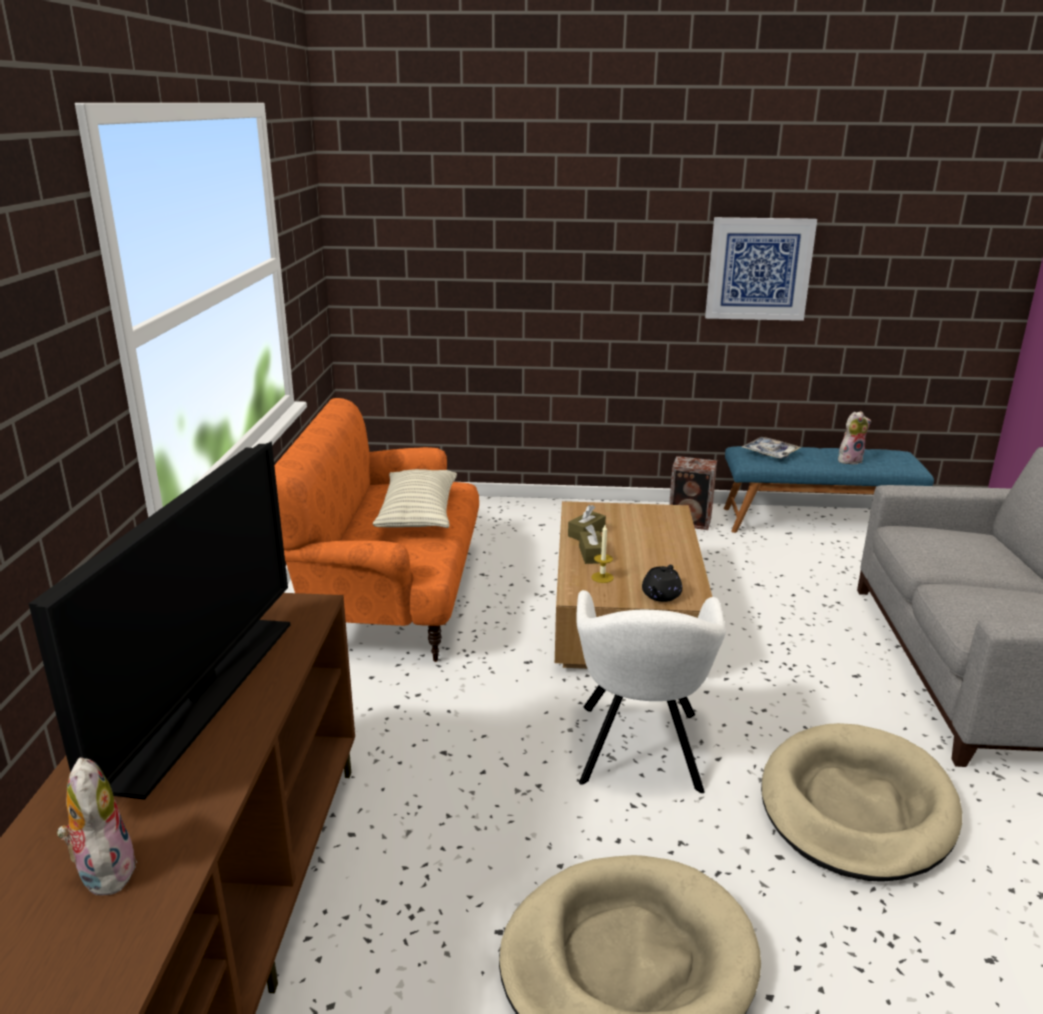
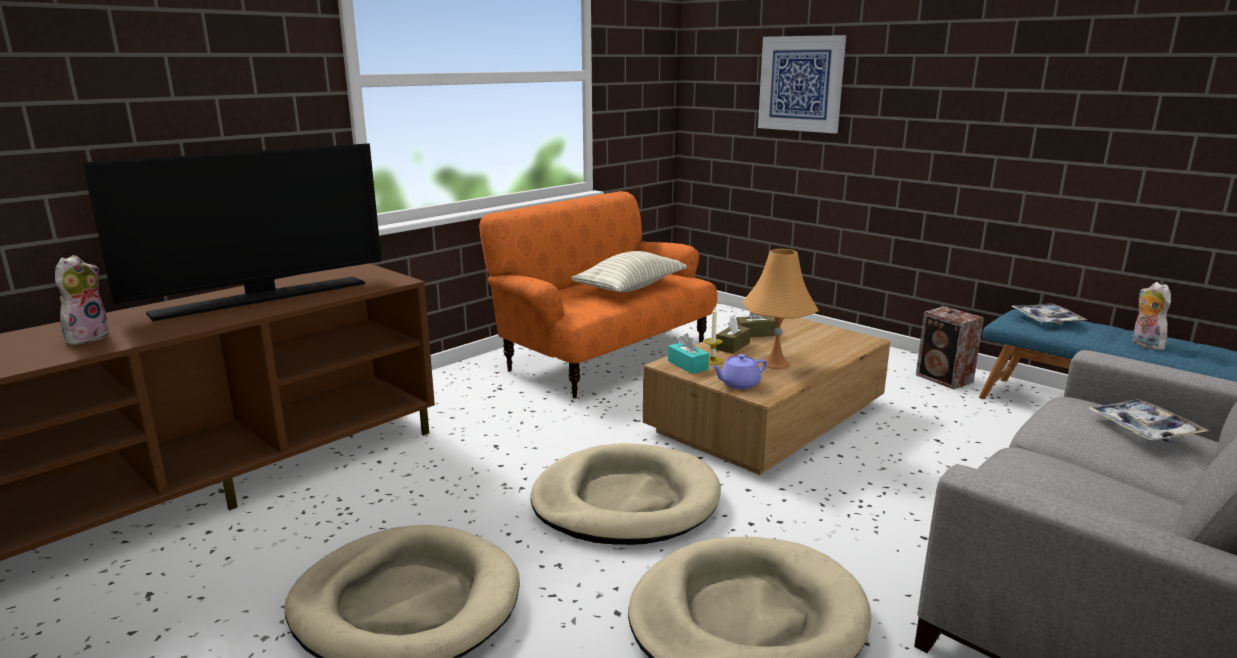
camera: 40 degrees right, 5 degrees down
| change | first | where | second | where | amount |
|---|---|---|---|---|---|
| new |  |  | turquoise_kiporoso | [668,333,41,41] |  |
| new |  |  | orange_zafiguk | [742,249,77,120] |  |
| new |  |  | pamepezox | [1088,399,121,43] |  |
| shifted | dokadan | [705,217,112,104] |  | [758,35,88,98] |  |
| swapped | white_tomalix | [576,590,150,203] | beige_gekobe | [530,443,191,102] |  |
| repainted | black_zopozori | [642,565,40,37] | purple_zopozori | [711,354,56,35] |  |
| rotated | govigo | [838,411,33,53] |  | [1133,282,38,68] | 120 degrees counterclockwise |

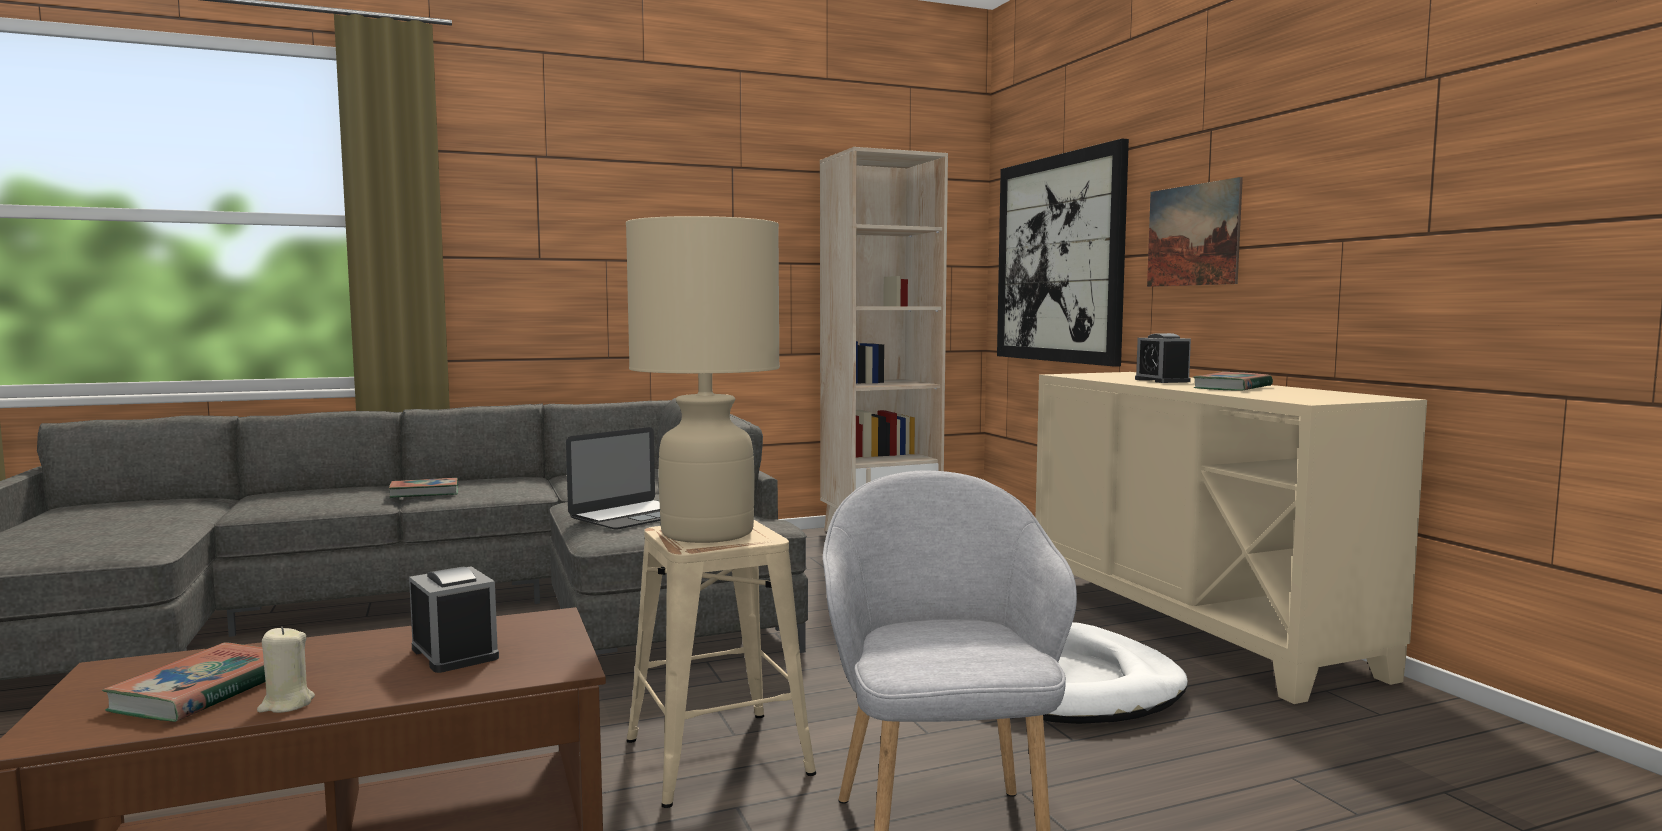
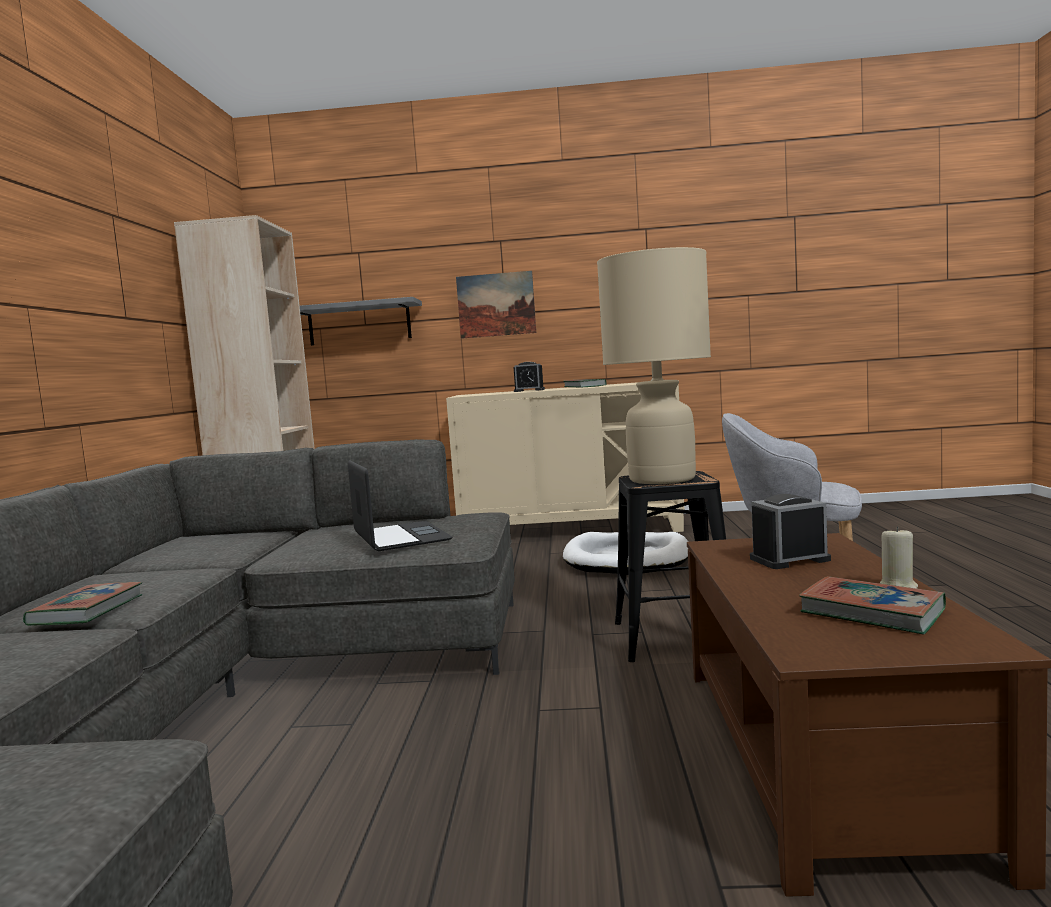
camera: 65 degrees left, 0 degrees up
| change | first | where | second | where | amount |
|---|---|---|---|---|---|
| swapped | dokadan | [997,139,132,228] | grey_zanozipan | [300,297,122,49] |  |
| repainted | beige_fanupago | [627,520,189,288] | black_fanupago | [615,471,111,191] |  |

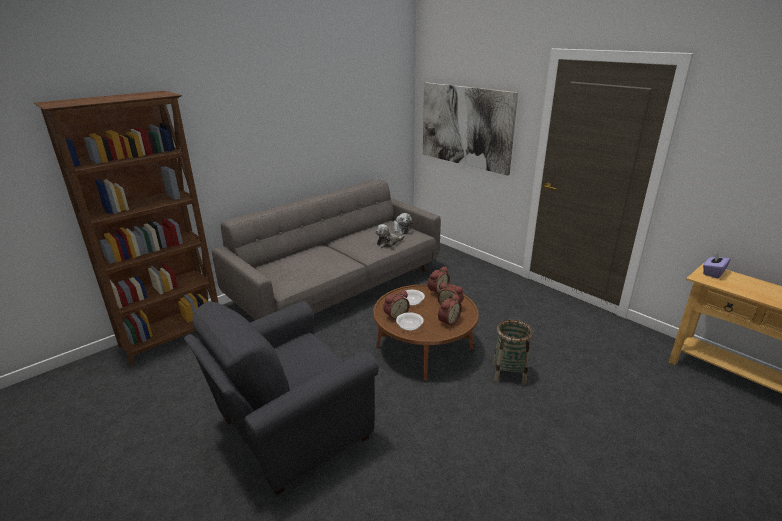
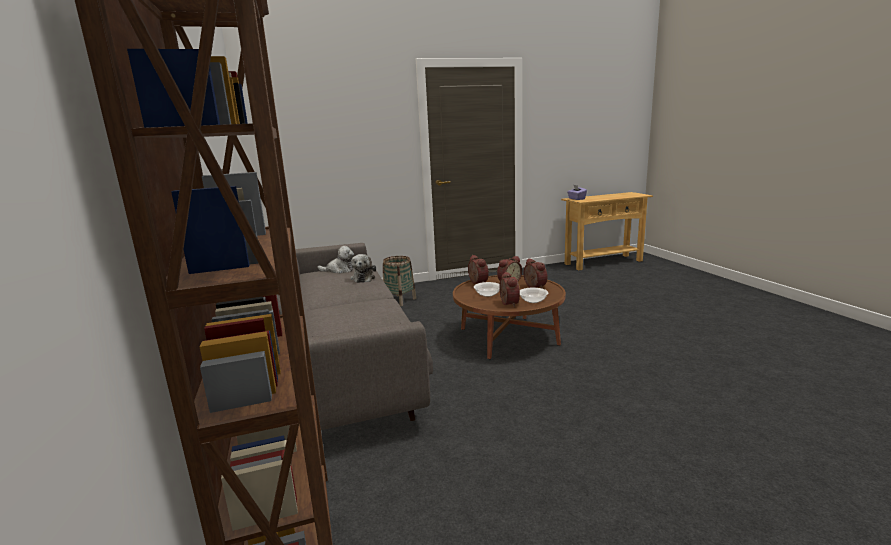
camera: 65 degrees left, 10 degrees down
| change | first | where | second | where | amount |
|---|---|---|---|---|---|
| gone | grey_tomalix | [184,301,195,194] |  |  |  |
| gone | dokadan | [423,82,95,94] |  |  |  |
| shifted | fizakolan | [493,319,40,66] |  | [383,256,33,50] |  |

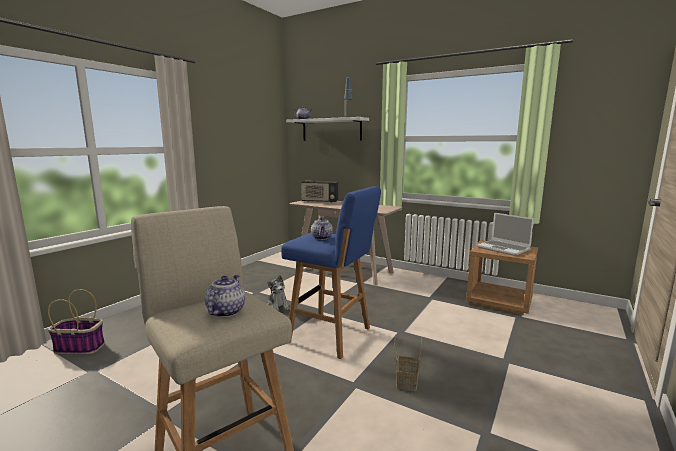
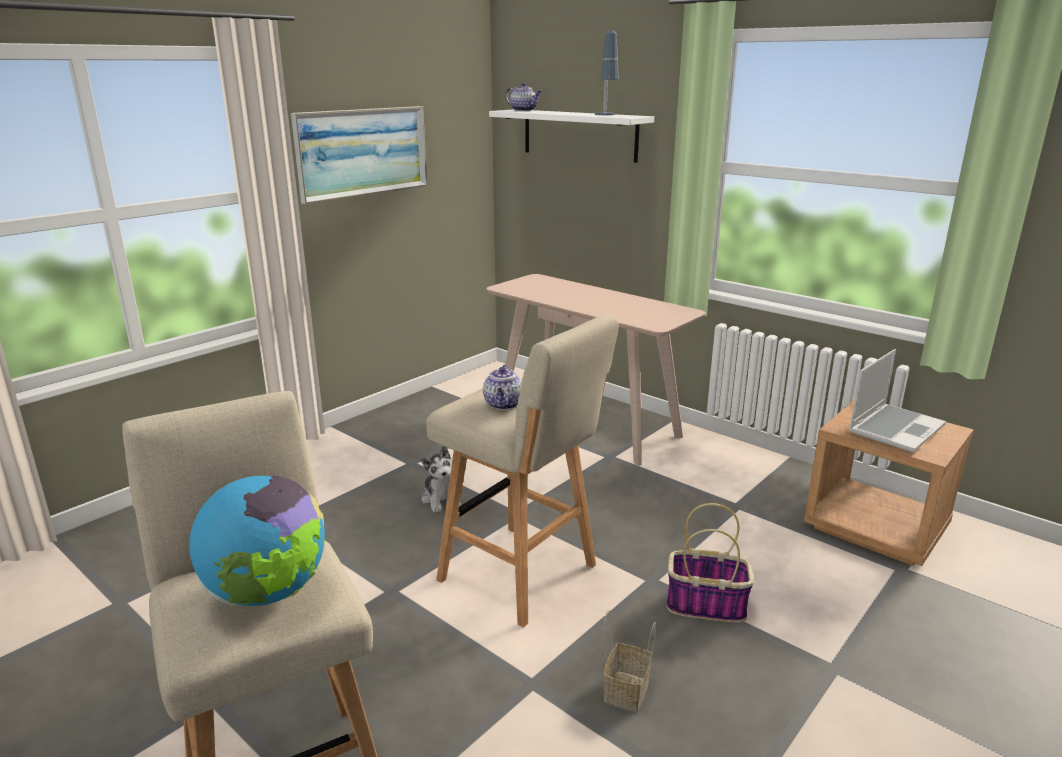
camera: 10 degrees right, 10 degrees up
| change | first | where | second | where | amount |
|---|---|---|---|---|---|
| gone | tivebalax | [301,181,38,22] |  |  |  |
| new |  |  | dokadan | [291,106,136,98] |  |
| shifted | fizakolan | [48,289,57,65] |  | [667,503,87,120] |  |
| swapped | zopozori | [205,275,40,42] | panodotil | [189,475,136,131] |  |
| repainted | blue_fanupago | [281,186,100,173] | beige_fanupago | [426,314,193,313] |  |
| rotated | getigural | [477,213,57,43] |  | [849,349,97,104] | 105 degrees counterclockwise |

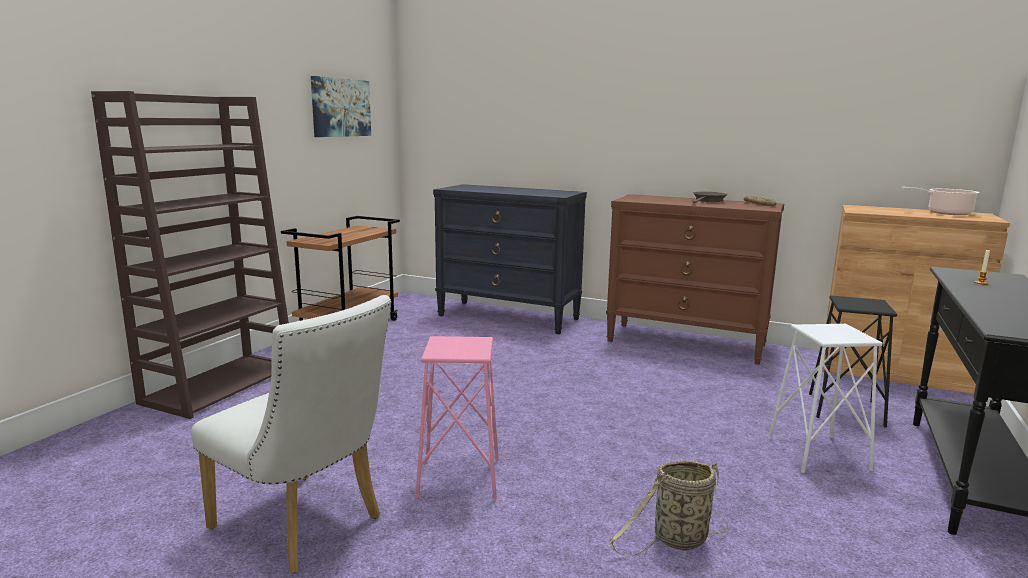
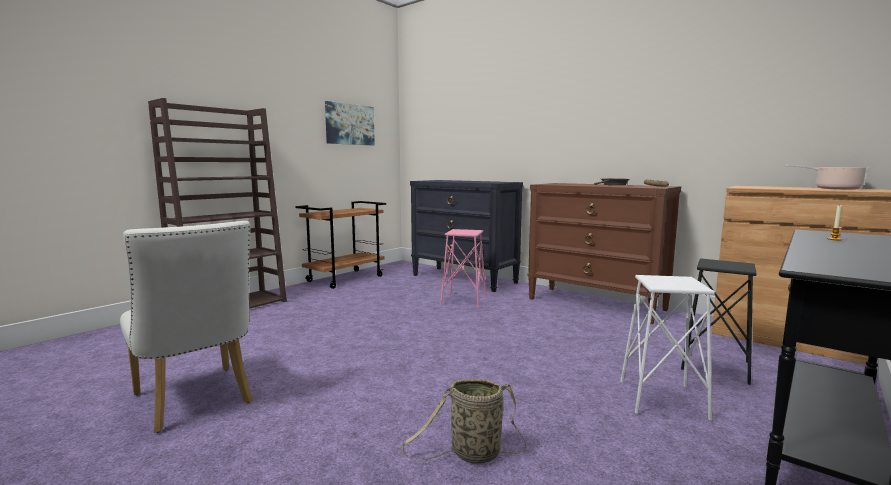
camera: 15 degrees right, 5 degrees down
| change | first | where | second | where | amount |
|---|---|---|---|---|---|
| shifted | pink_fanupago | [416,336,83,164] |  | [440,229,46,79] |  |

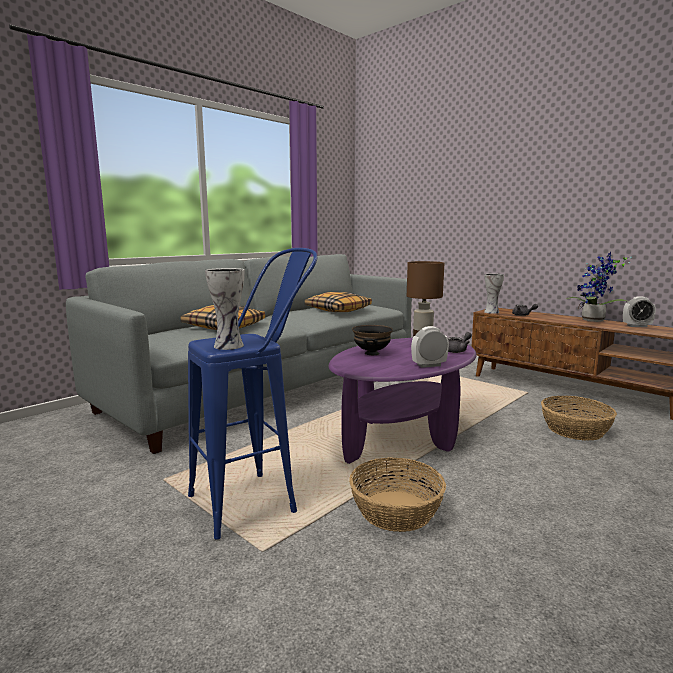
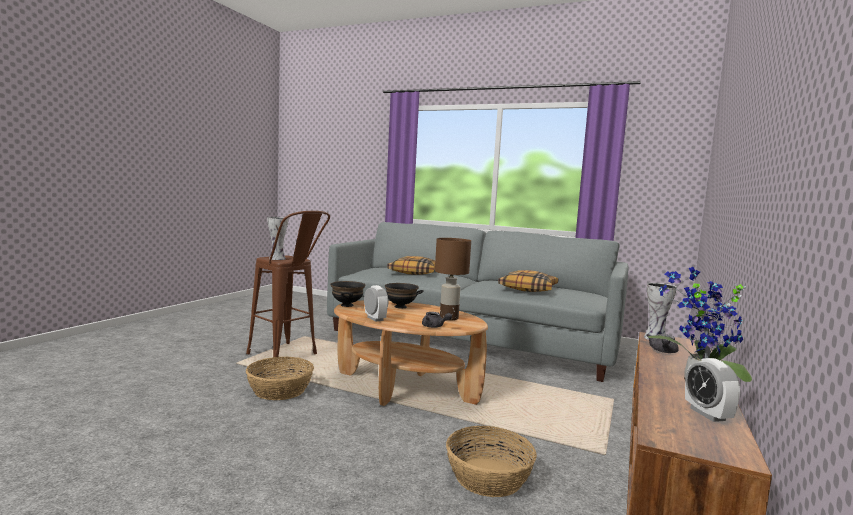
camera: 70 degrees right, 5 degrees down
| change | first | where | second | where | amount |
|---|---|---|---|---|---|
| new |  |  | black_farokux | [330,281,35,26] |  |
| repainted | blue_fanupago | [188,248,129,292] | brown_fanupago | [246,211,84,154] |  |
| repainted | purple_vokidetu | [329,338,147,126] | brown_vokidetu | [334,300,154,106] |  |

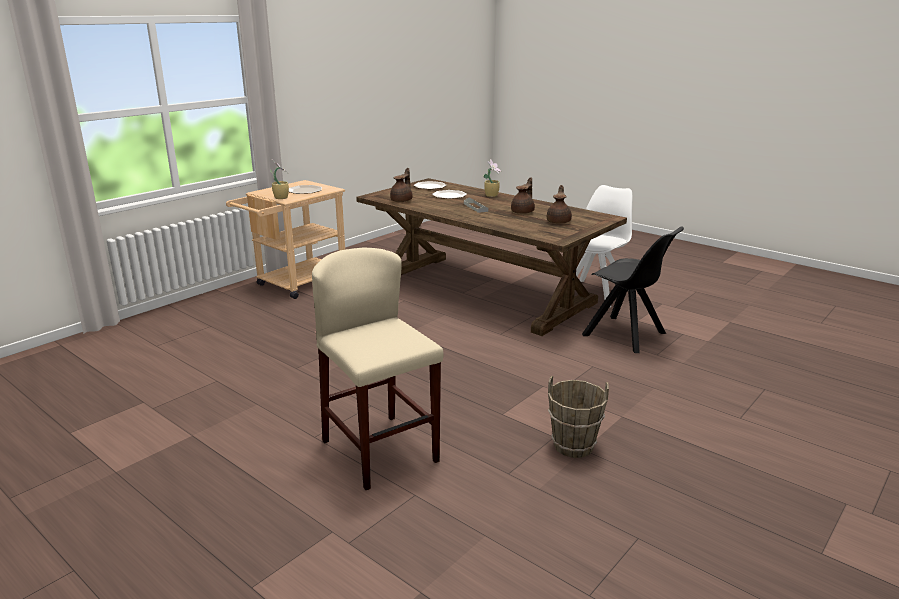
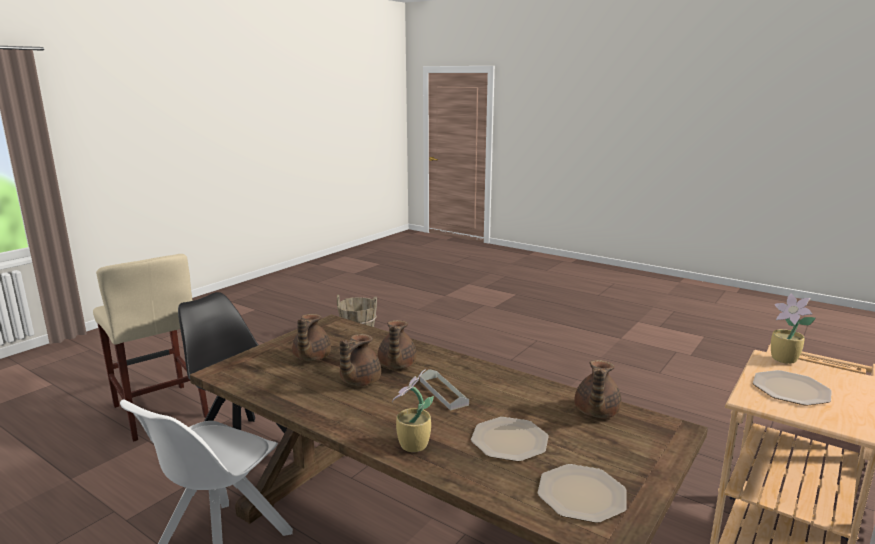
camera: 175 degrees right, 5 degrees down
| change | first | where | second | where | amount |
|---|---|---|---|---|---|
| new |  |  | brown_zopozori | [377,320,40,49] |  |
| shifted | beige_fanupago | [312,248,131,242] |  | [93,254,116,188] |  |

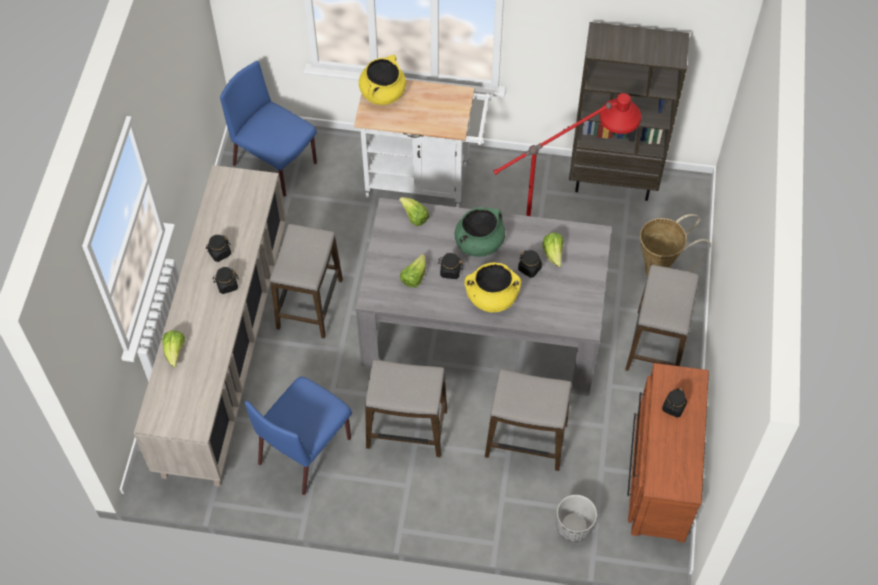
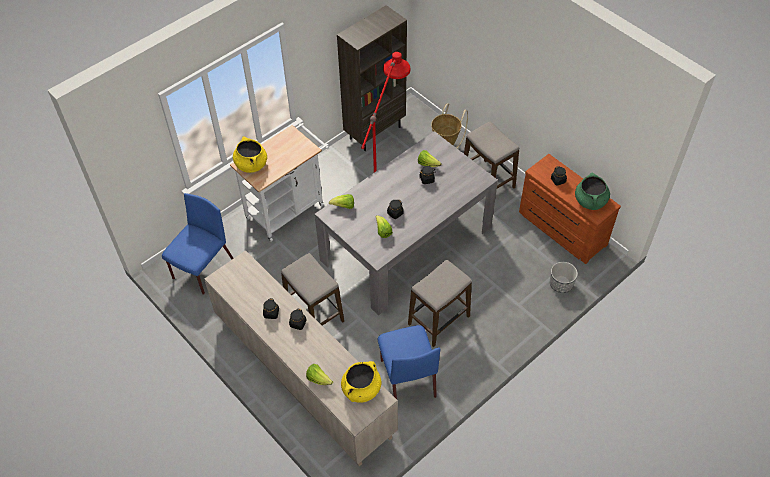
camera: 50 degrees left, 5 degrees down
| change | first | where | second | where | amount |
|---|---|---|---|---|---|
| gone | fanupago | [485,369,87,102] |  |  |  |
| shifted | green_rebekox | [455,207,50,50] |  | [575,173,35,37] |  |
| shifted | yellow_rebekox | [464,263,57,49] |  | [341,361,40,42] |  |
| rotated | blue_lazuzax | [220,61,97,136] |  | [162,193,71,102] | 135 degrees clockwise |

